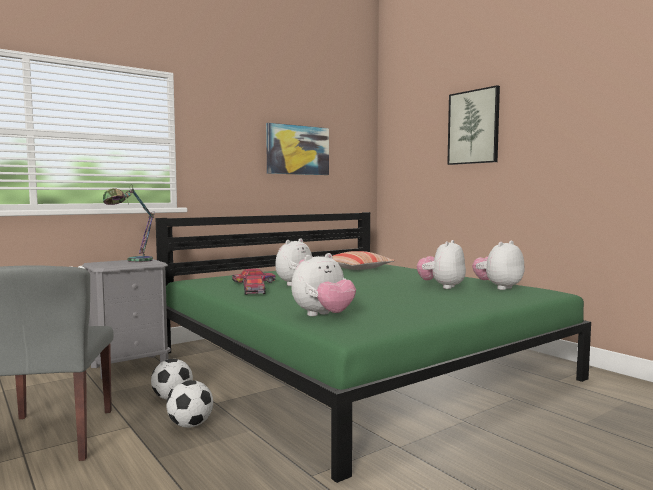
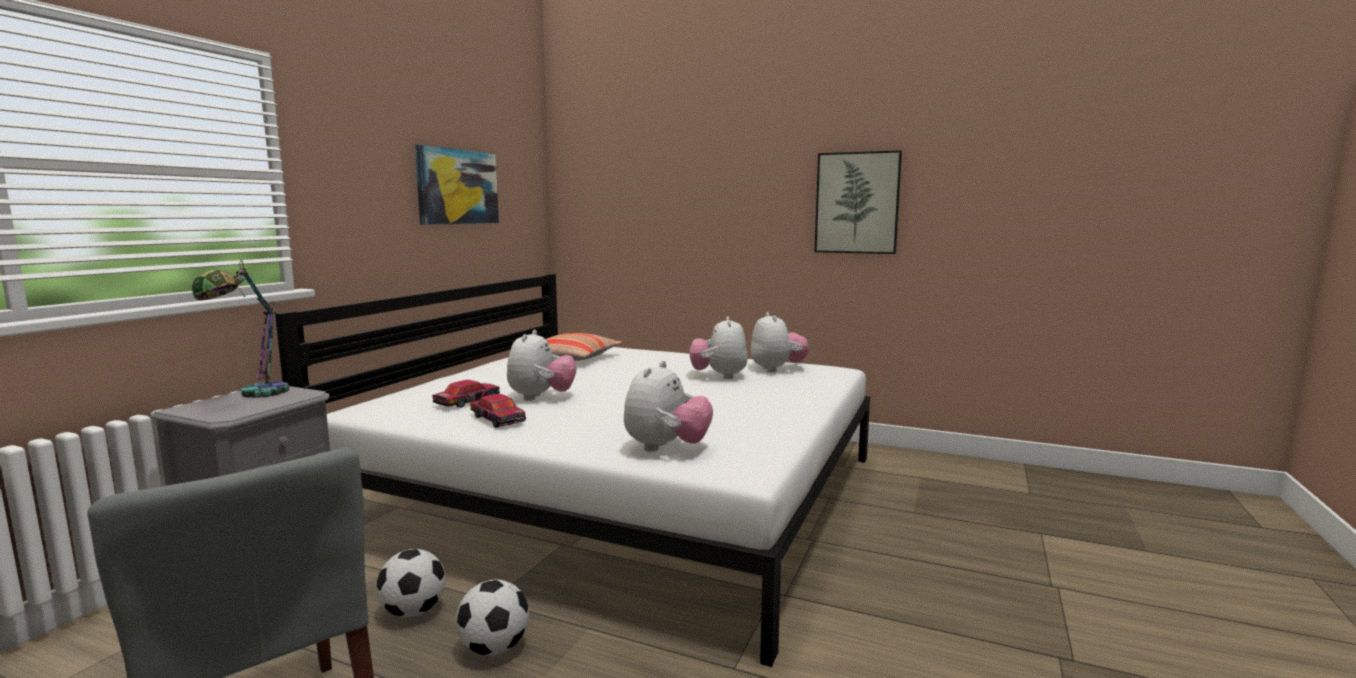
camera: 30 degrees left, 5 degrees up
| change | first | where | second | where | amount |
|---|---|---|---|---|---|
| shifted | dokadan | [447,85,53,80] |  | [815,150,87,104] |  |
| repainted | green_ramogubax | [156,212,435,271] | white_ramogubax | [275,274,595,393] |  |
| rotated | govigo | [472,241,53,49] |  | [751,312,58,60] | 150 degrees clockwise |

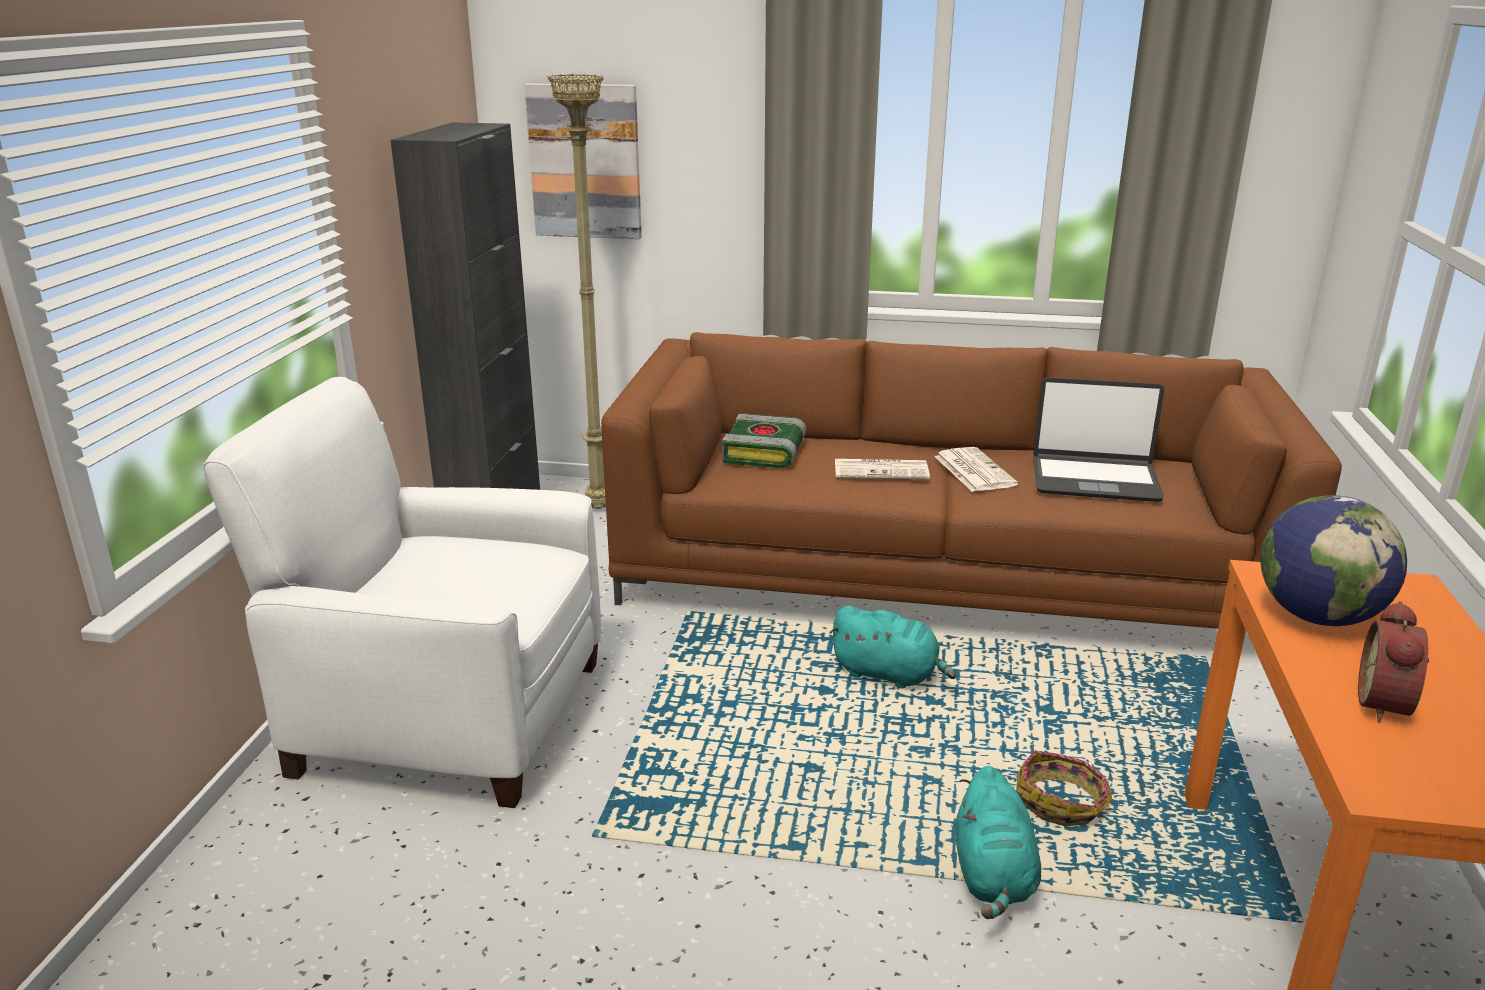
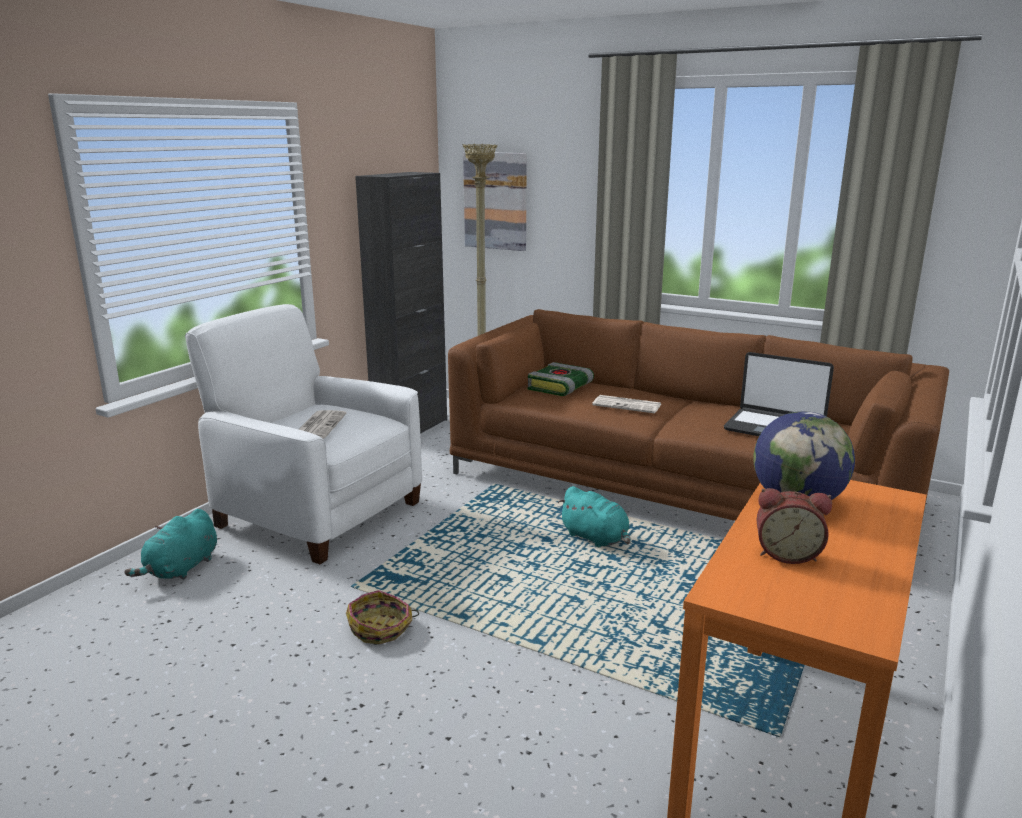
camera: 20 degrees right, 5 degrees down
| change | first | where | second | where | amount |
|---|---|---|---|---|---|
| shifted | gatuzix | [934,447,84,45] |  | [299,410,48,29] |  |
| shifted | turquoise_govigo | [955,766,86,153] |  | [124,509,93,71] |  |
| shifted | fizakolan | [1016,750,97,77] |  | [346,590,73,54] |  |
| rotated | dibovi | [1358,601,71,122] |  | [757,488,75,76] | 120 degrees counterclockwise |

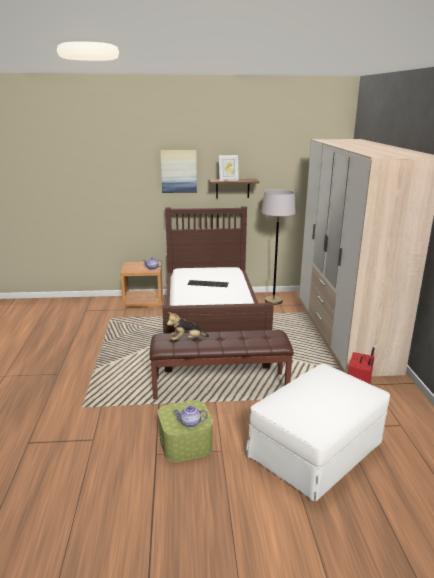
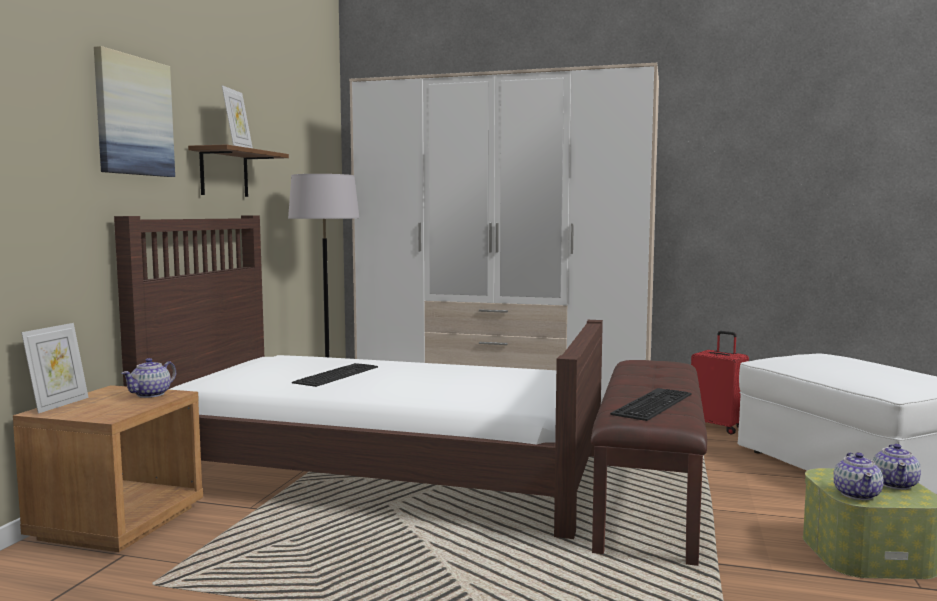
camera: 70 degrees left, 15 degrees down
| change | first | where | second | where | amount |
|---|---|---|---|---|---|
| new |  |  | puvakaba | [21,323,68,90] |  |
| new |  |  | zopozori | [833,452,51,48] |  |
| swapped | govigo | [167,312,42,28] | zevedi | [610,388,82,33] |  |

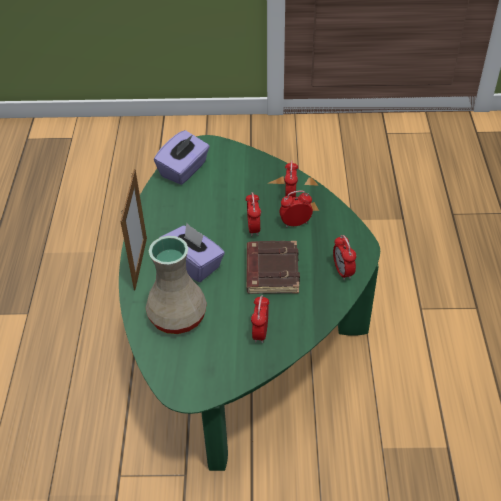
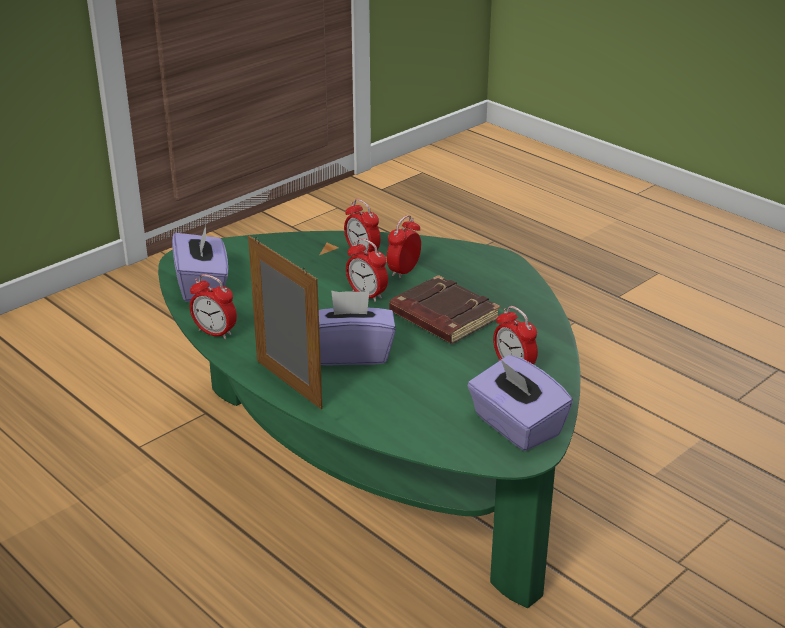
camera: 45 degrees left, 15 degrees down
| change | first | where | second | where | amount |
|---|---|---|---|---|---|
| gone | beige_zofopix | [145,236,62,98] |  |  |  |
| new |  |  | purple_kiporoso | [467,355,106,96] |  |
| shifted | dibovi | [333,235,23,45] |  | [190,274,47,65] |  |

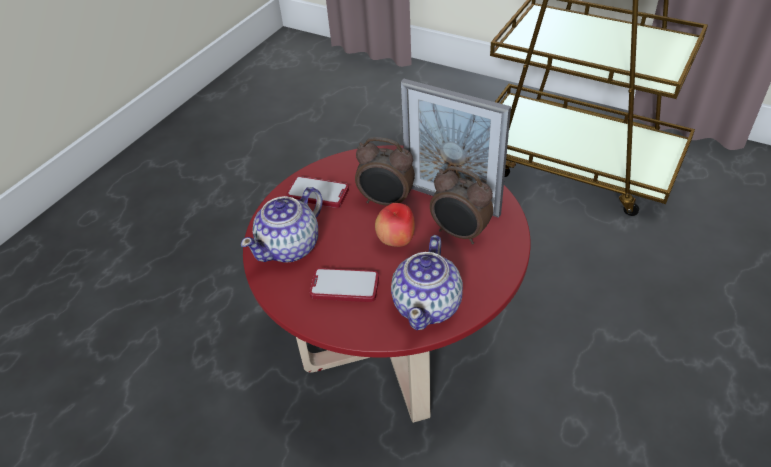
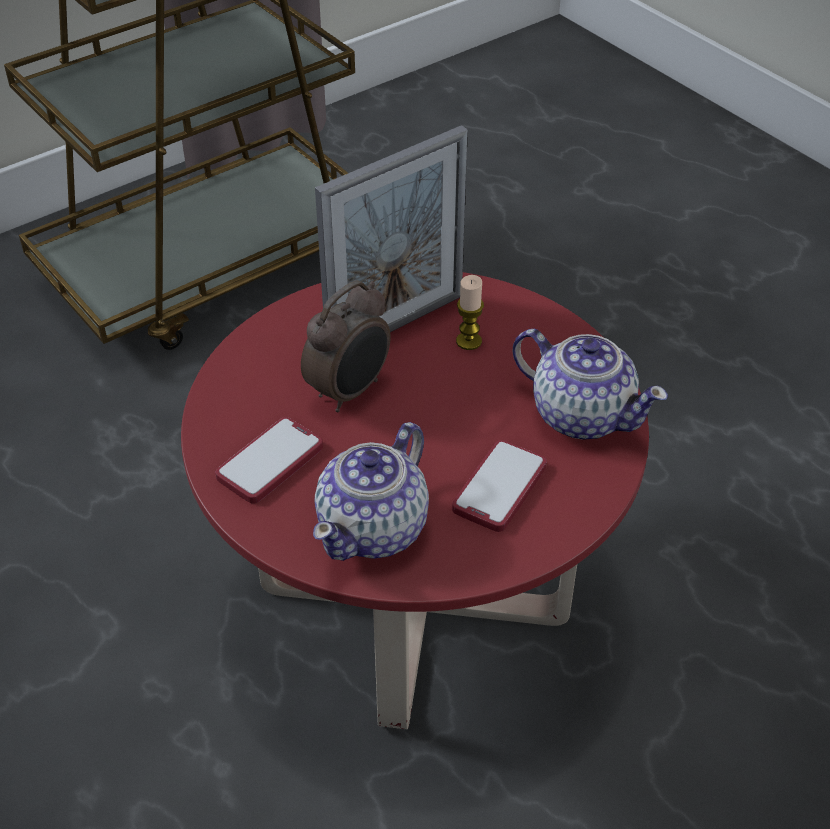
camera: 70 degrees left, 0 degrees up
| change | first | where | second | where | amount |
|---|---|---|---|---|---|
| gone | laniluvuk | [375,203,40,44] |  |  |  |
| swapped | dibovi | [430,166,63,78] | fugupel | [456,275,28,75] |  |
| rotated | zopozori | [241,187,82,76] |  | [313,422,116,139] | 60 degrees clockwise |

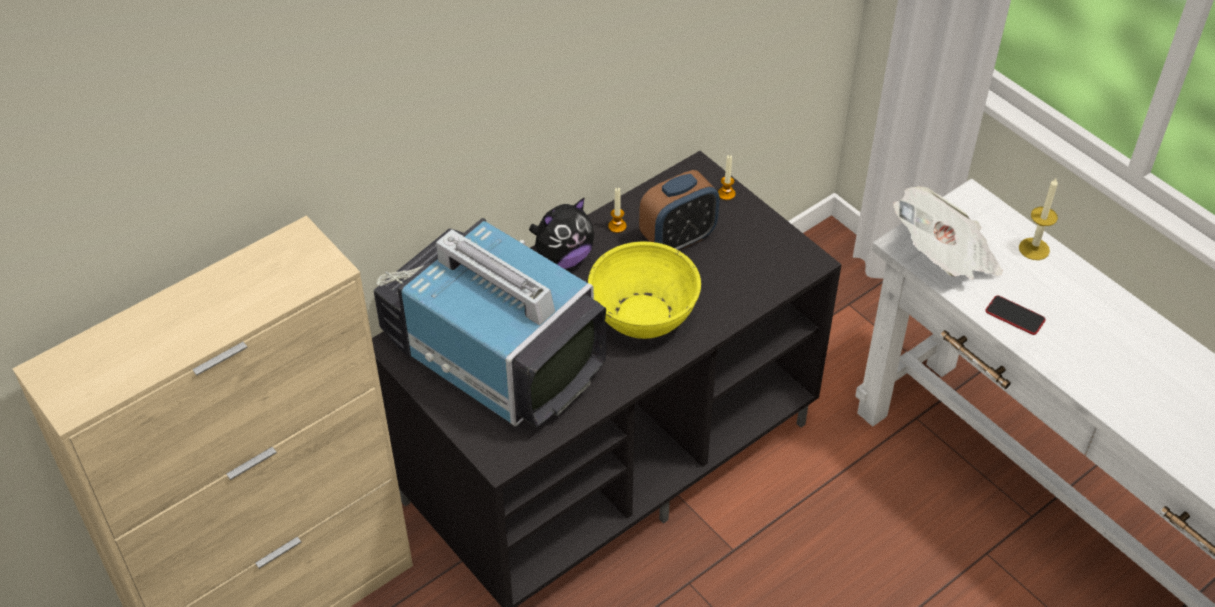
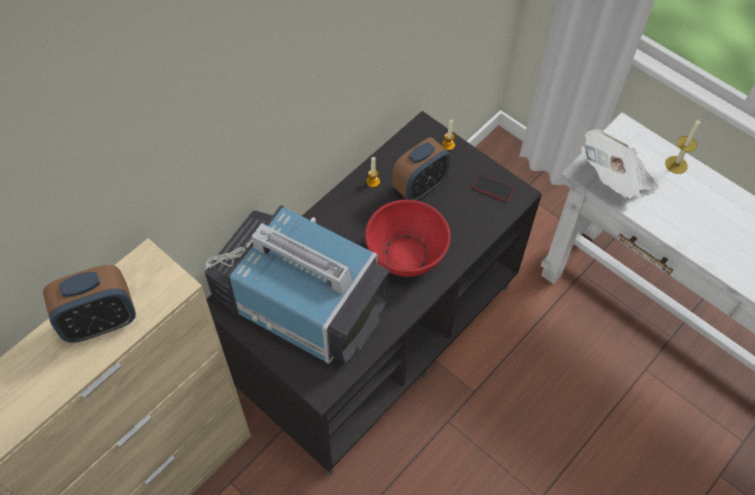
camera: 10 degrees left, 10 degrees up
| change | first | where | second | where | amount |
|---|---|---|---|---|---|
| gone | govigo | [529,197,65,72] |  |  |  |
| new |  |  | dibovi | [43,265,93,78] |  |
| shifted | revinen | [985,295,61,40] |  | [472,174,42,27] |  |
| repainted | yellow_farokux | [588,242,113,97] | red_farokux | [365,200,86,77] |  |

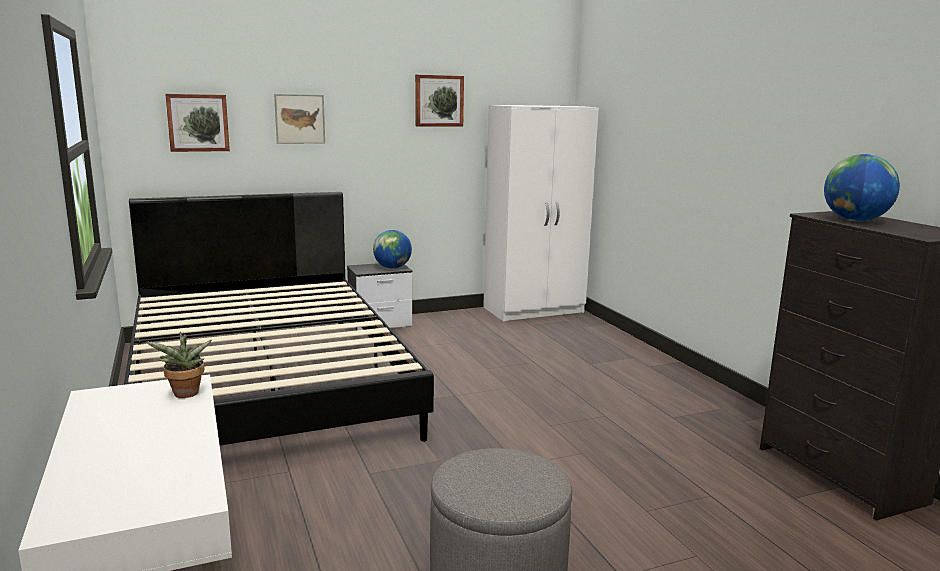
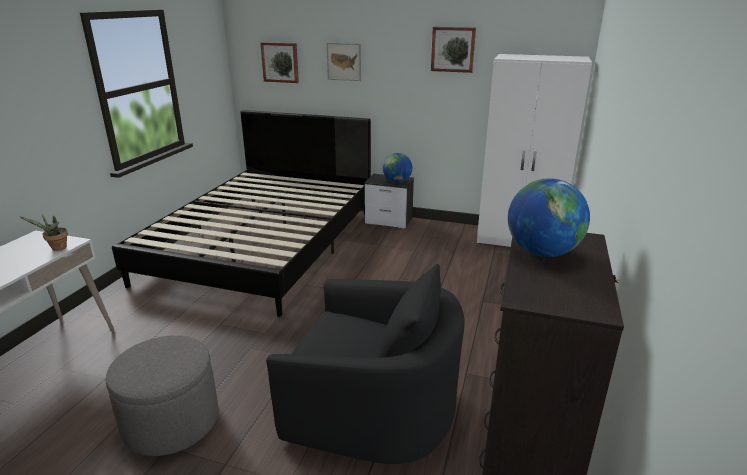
camera: 40 degrees right, 10 degrees up
| change | first | where | second | where | amount |
|---|---|---|---|---|---|
| new |  |  | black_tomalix | [266,264,199,200] |  |

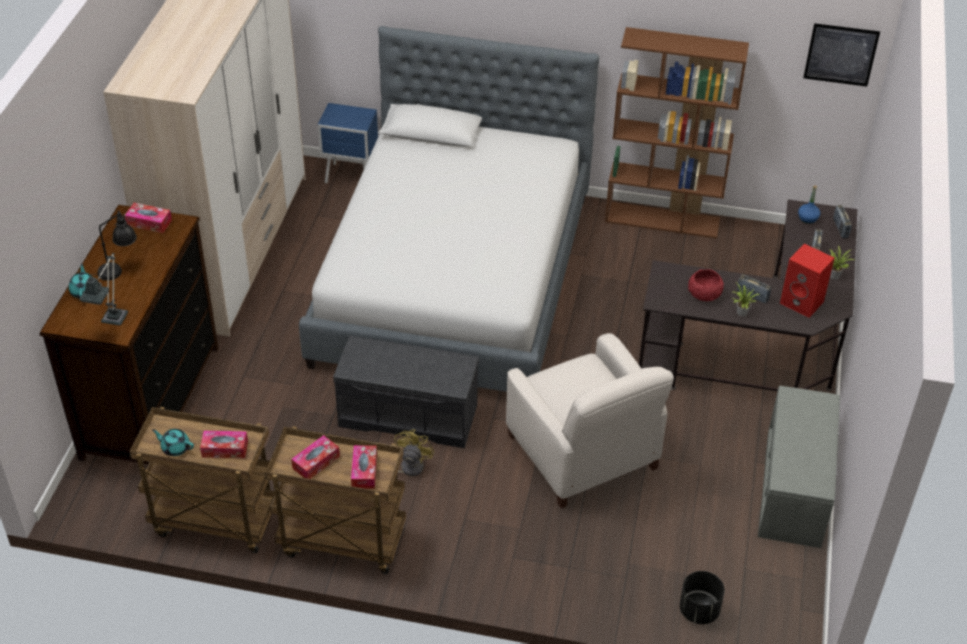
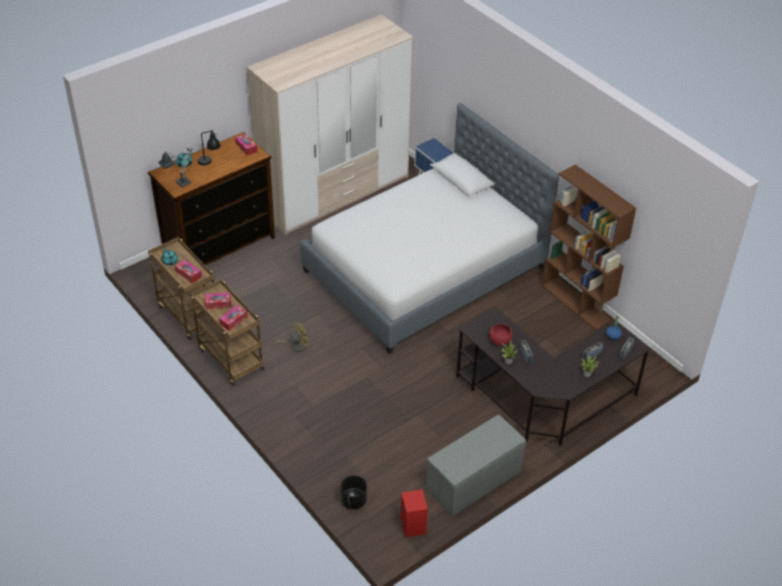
camera: 40 degrees right, 0 degrees up
| change | first | where | second | where | amount |
|---|---|---|---|---|---|
| gone | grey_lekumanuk | [333,336,146,112] |  |  |  |
| gone | white_tomalix | [506,333,168,175] |  |  |  |
| gone | dokadan | [803,23,77,64] |  |  |  |
| shifted | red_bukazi | [780,244,54,74] |  | [400,489,28,48] |  |

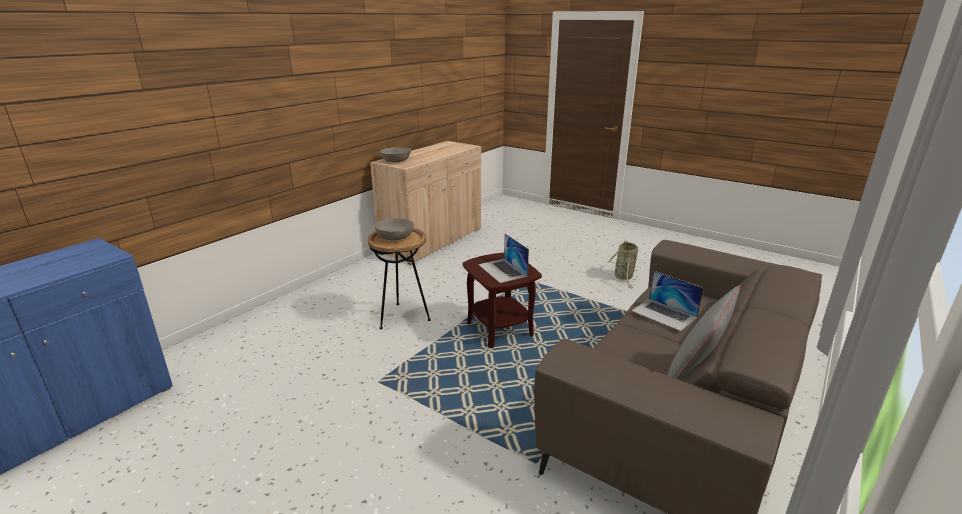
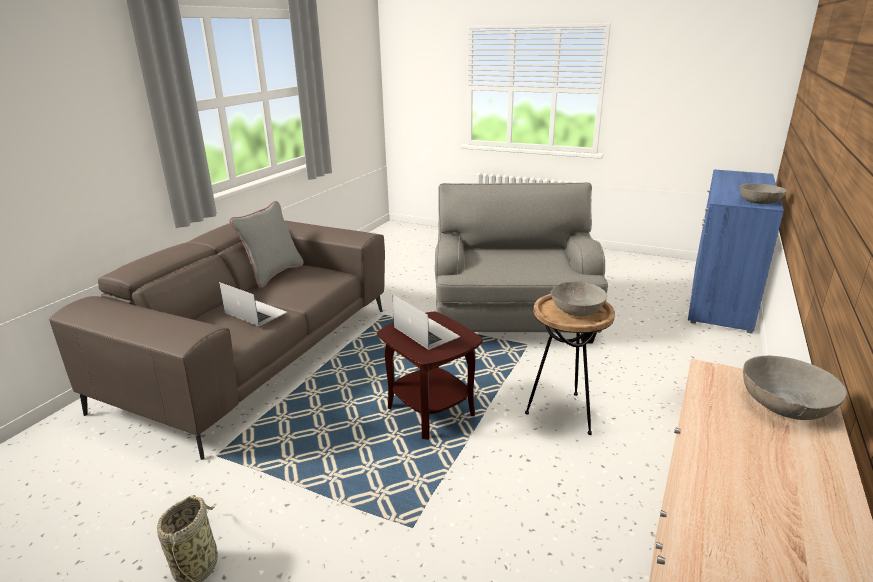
camera: 170 degrees right, 0 degrees up
| change | first | where | second | where | amount |
|---|---|---|---|---|---|
| new |  |  | grey_tomalix | [435,182,173,162] |  |
| new |  |  | grey_farokux | [739,183,48,21] |  |

